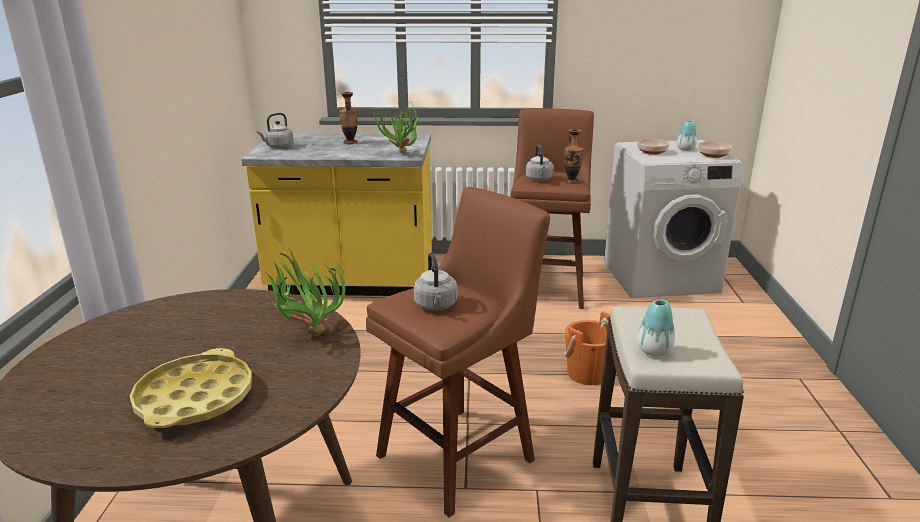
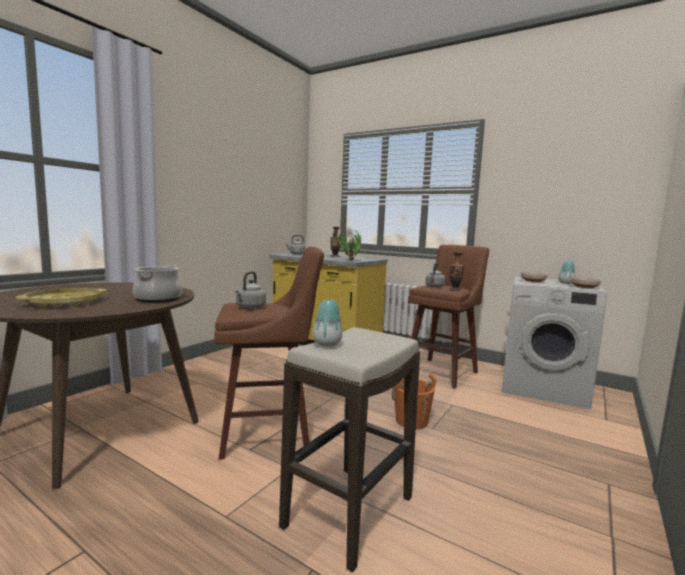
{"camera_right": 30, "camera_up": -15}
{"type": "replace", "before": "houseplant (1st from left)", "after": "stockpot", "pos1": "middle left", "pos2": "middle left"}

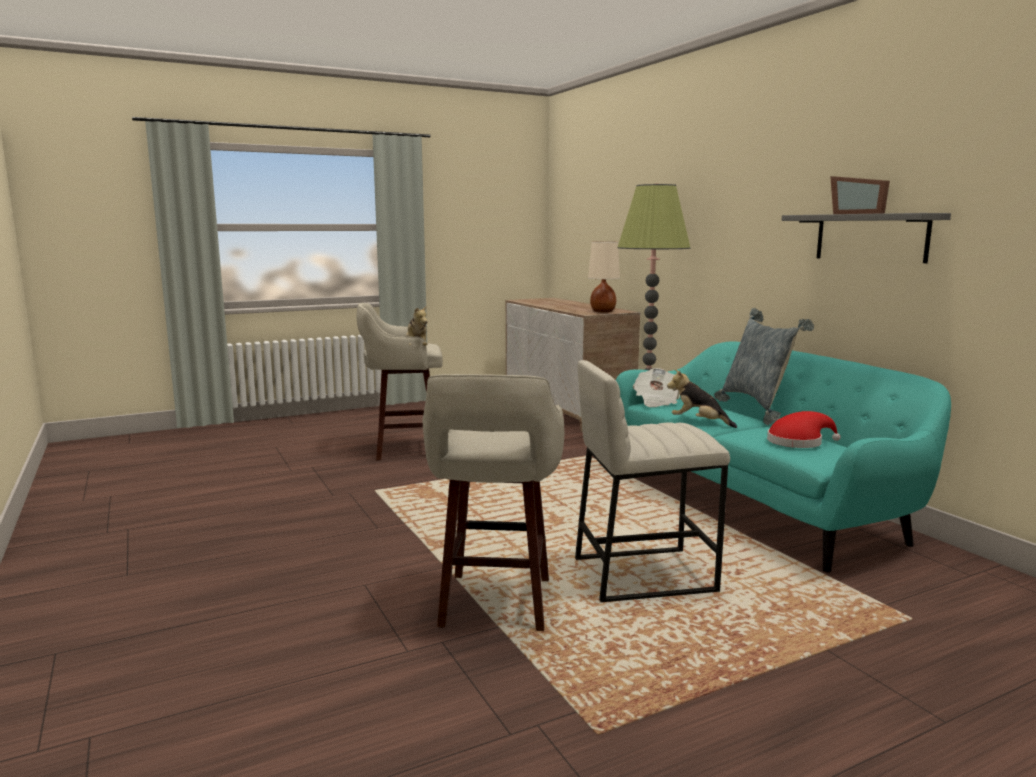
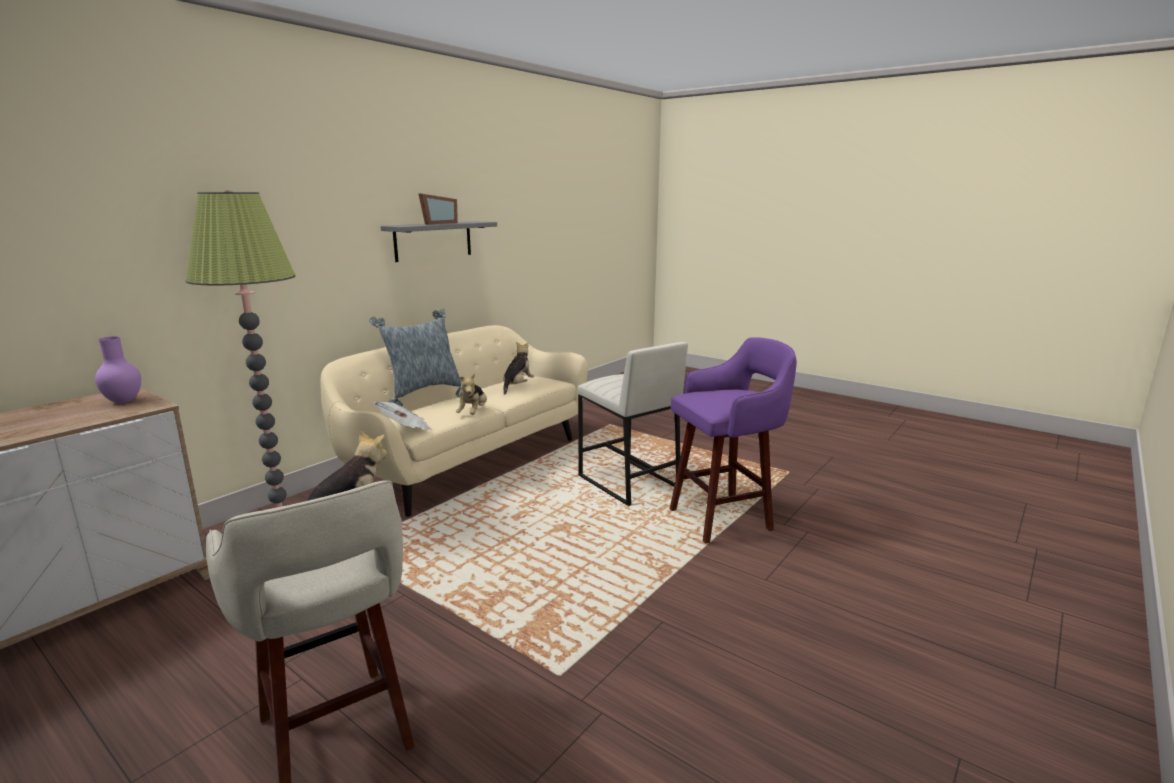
{"camera_right": -115, "camera_up": 5}
{"type": "replace", "before": "table lamp (beige)", "after": "flower vase (purplish)", "pos1": "centre", "pos2": "middle left"}
{"type": "recolor", "before": "settee (blue-green)", "after": "settee (beige)", "pos1": "middle right", "pos2": "centre"}
{"type": "replace", "before": "wearable hat (reddish)", "after": "cuddly toy (3rd from left)", "pos1": "middle right", "pos2": "centre"}
{"type": "recolor", "before": "stool (beige) (2nd from left)", "after": "stool (purplish)", "pos1": "centre", "pos2": "centre"}

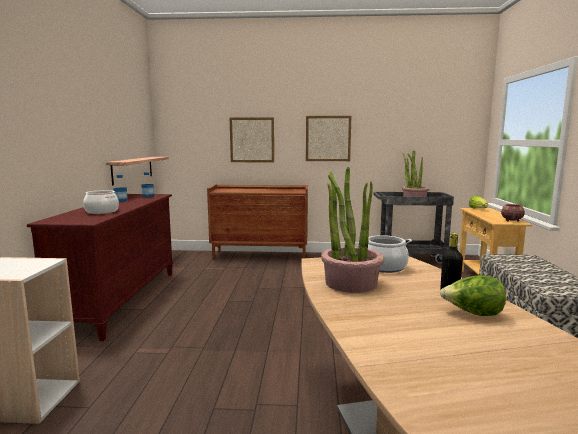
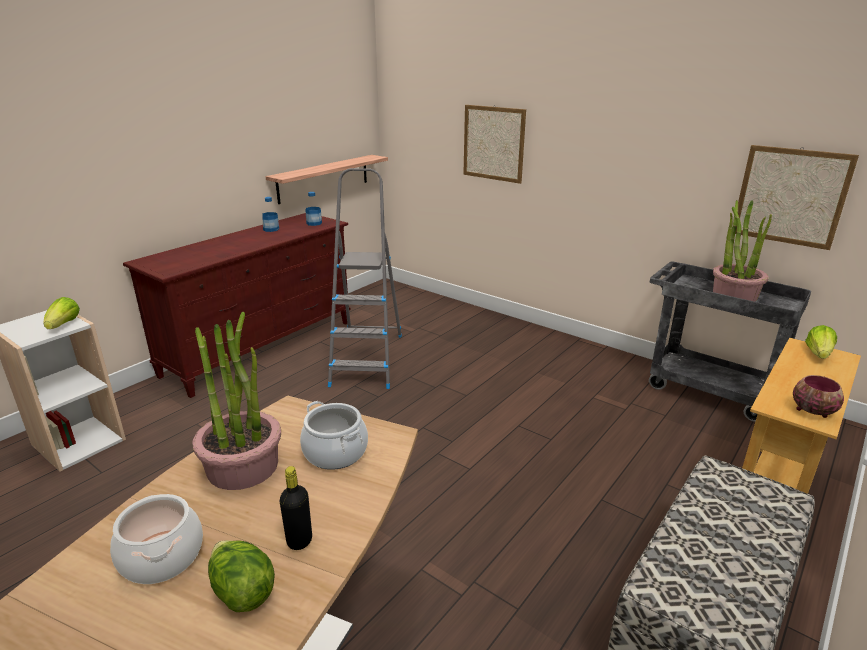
{"camera_right": 35, "camera_up": 15}
{"type": "insert", "after": "lettuce head (1st from left)", "pos2": "middle left"}
{"type": "move", "before": "stockpot (1st from left)", "pos1": "middle left", "pos2": "bottom left"}
{"type": "insert", "after": "step stool (greyish)", "pos2": "centre"}
{"type": "move", "before": "wall art (2nd from left)", "pos1": "top centre", "pos2": "top right"}
{"type": "delete", "before": "cabinet (brown)", "pos1": "centre"}

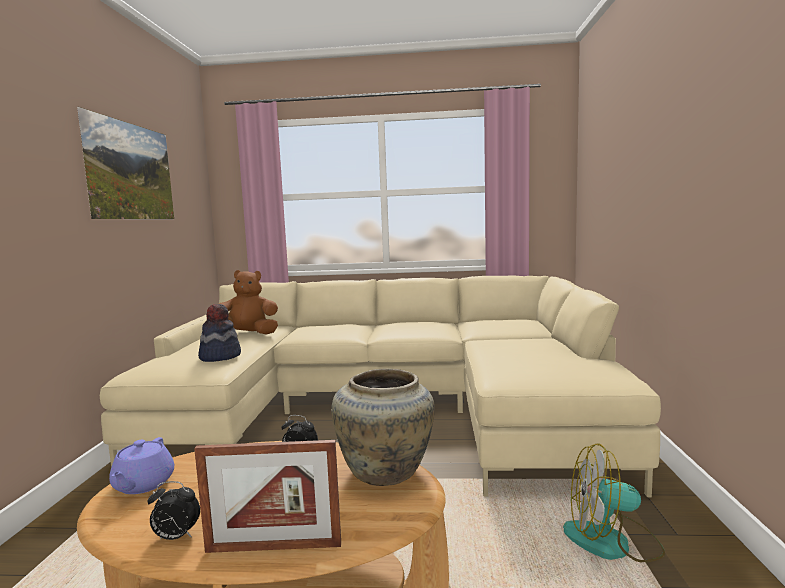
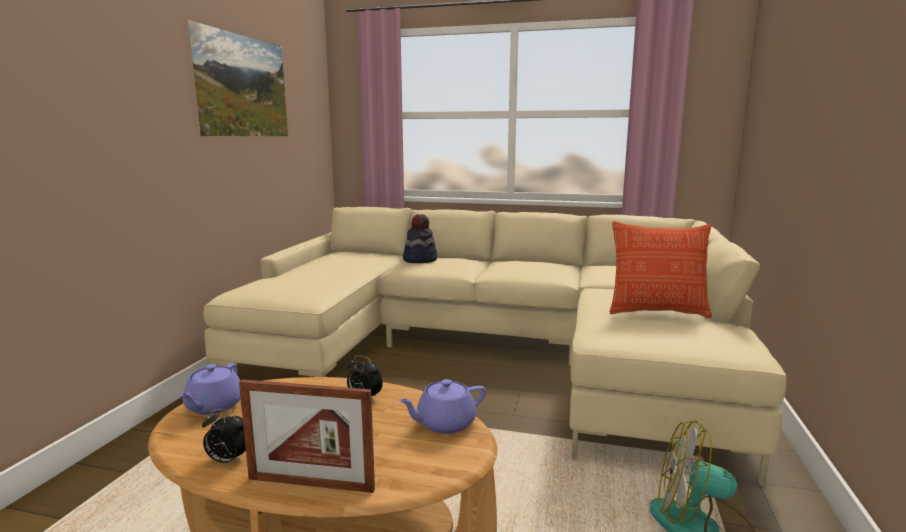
{"camera_right": 10, "camera_up": 5}
{"type": "replace", "before": "flower vase (beige)", "after": "pot for tea (purplish) (2nd from left)", "pos1": "bottom centre", "pos2": "bottom centre"}
{"type": "move", "before": "wearable hat", "pos1": "middle left", "pos2": "centre"}
{"type": "insert", "after": "pillow (orange-coloured)", "pos2": "middle right"}
{"type": "delete", "before": "cuddly toy (brown)", "pos1": "middle left"}

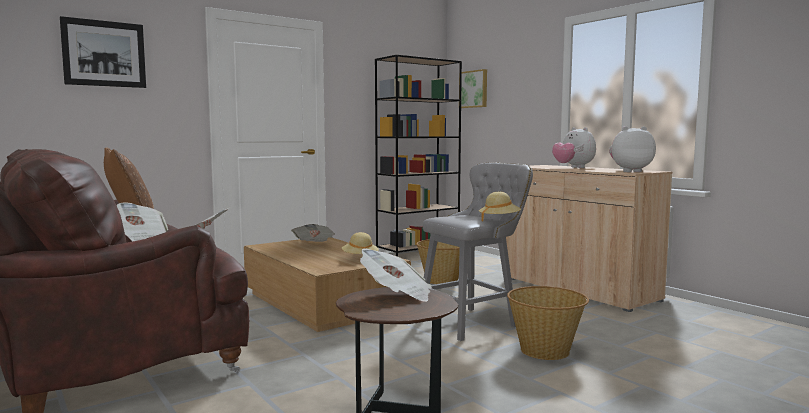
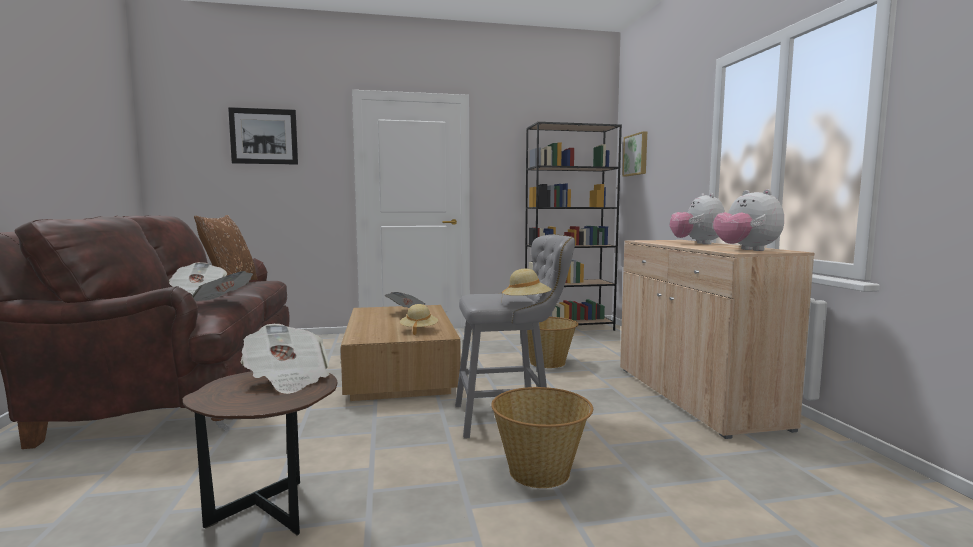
{"camera_right": 25, "camera_up": 0}
{"type": "rotate", "before": "cuddly toy (2nd from left)", "pos1": "middle right", "pos2": "middle right", "turn": -135}

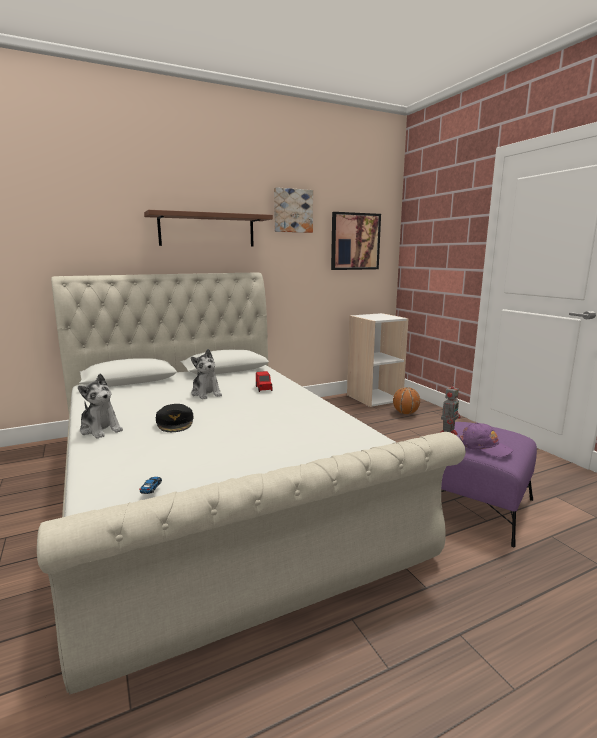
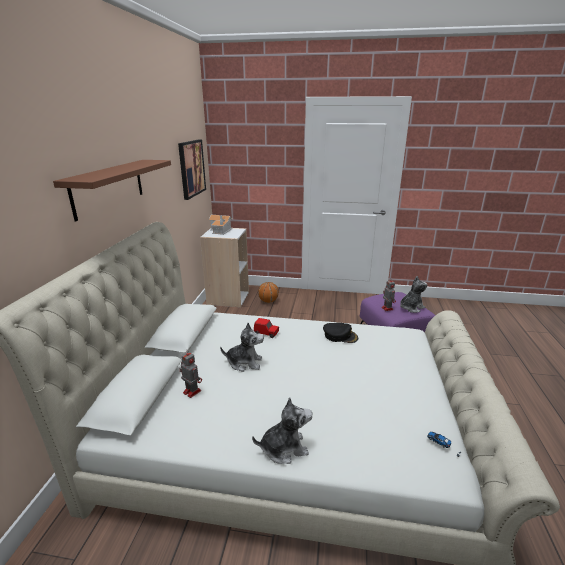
{"camera_right": -55, "camera_up": 10}
{"type": "insert", "after": "toy robot (1st from left)", "pos2": "centre"}
{"type": "insert", "after": "model house", "pos2": "centre"}
{"type": "move", "before": "cap (black)", "pos1": "middle left", "pos2": "centre"}
{"type": "replace", "before": "cap (purplish)", "after": "cuddly toy (3rd from left)", "pos1": "middle right", "pos2": "middle right"}
{"type": "delete", "before": "wall art (1st from left)", "pos1": "top centre"}

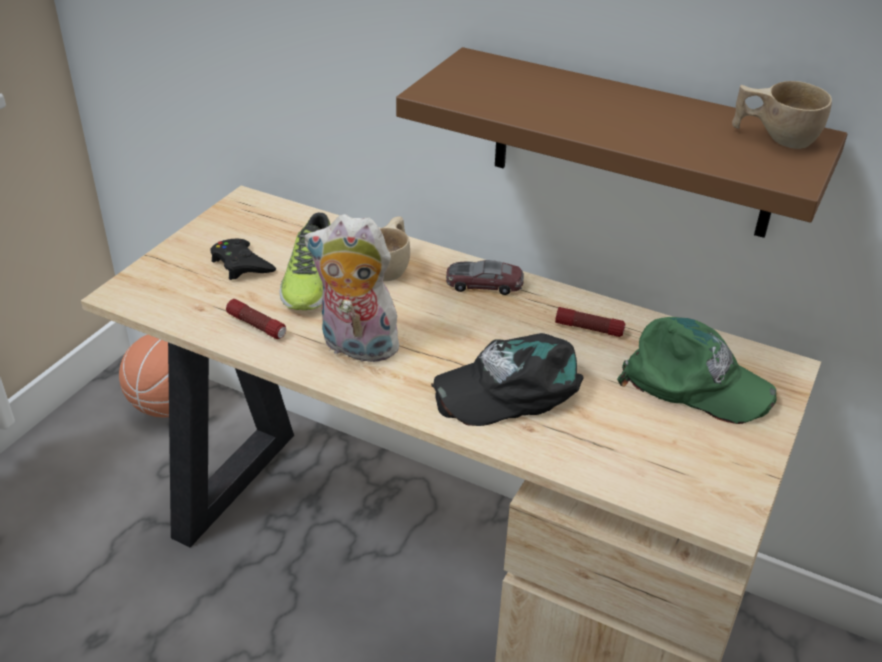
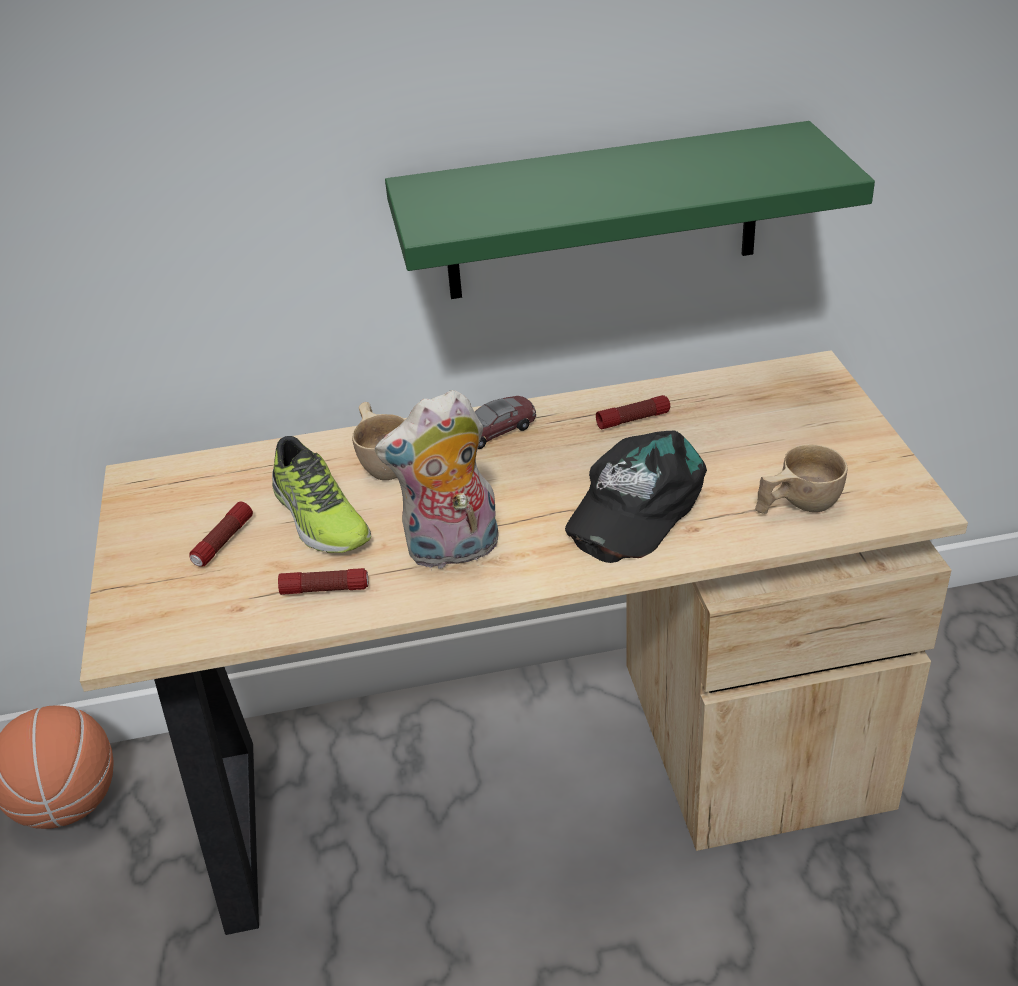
{"camera_right": -35, "camera_up": 0}
{"type": "replace", "before": "gamepad (black)", "after": "hand torch (1st from left)", "pos1": "middle left", "pos2": "middle left"}
{"type": "recolor", "before": "shelf (brown)", "after": "shelf (green-coloured)", "pos1": "top right", "pos2": "top centre"}
{"type": "move", "before": "drinking cup (beige) (2nd from left)", "pos1": "top right", "pos2": "middle right"}
{"type": "delete", "before": "cap (green-coloured)", "pos1": "middle right"}

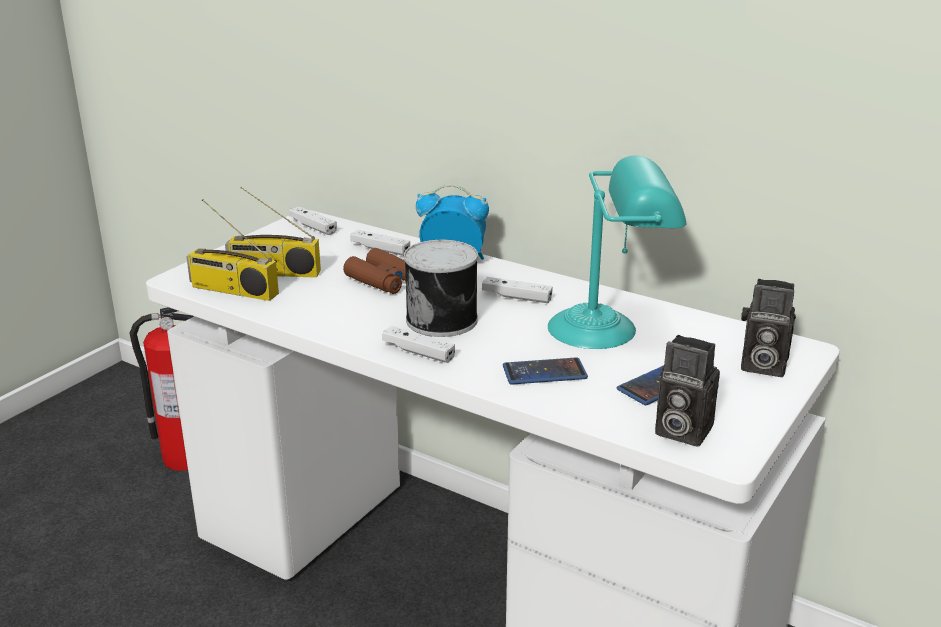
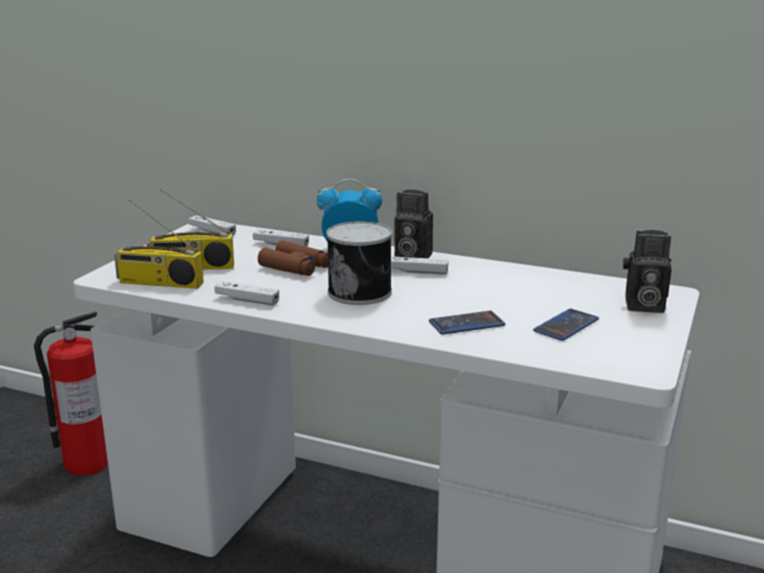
{"camera_right": -10, "camera_up": -5}
{"type": "move", "before": "gamepad (white) (3rd from left in the first image)", "after": "gamepad (white) (2nd from left)", "pos1": "centre", "pos2": "middle left"}
{"type": "move", "before": "still camera (1st from left)", "pos1": "middle right", "pos2": "centre"}
{"type": "delete", "before": "table lamp (blue-green)", "pos1": "centre"}

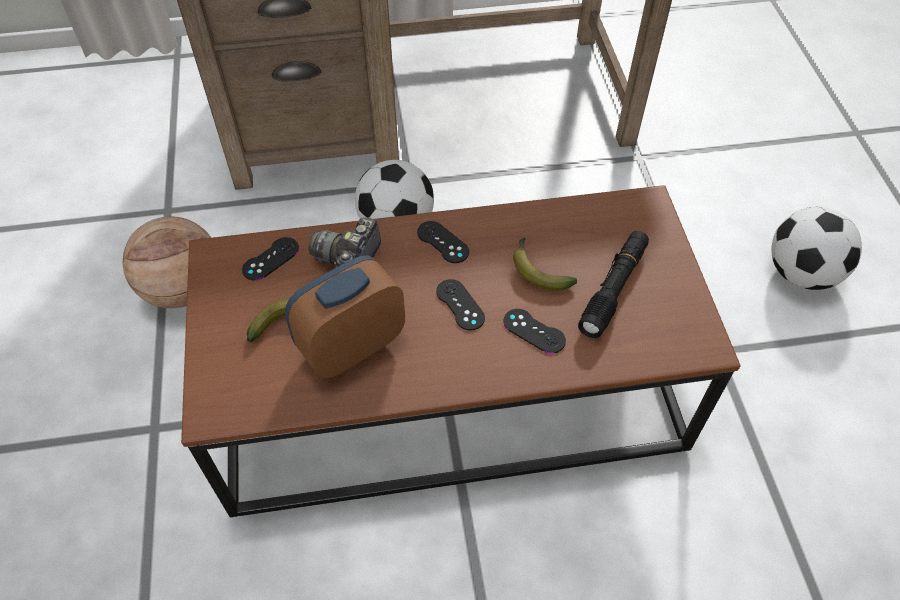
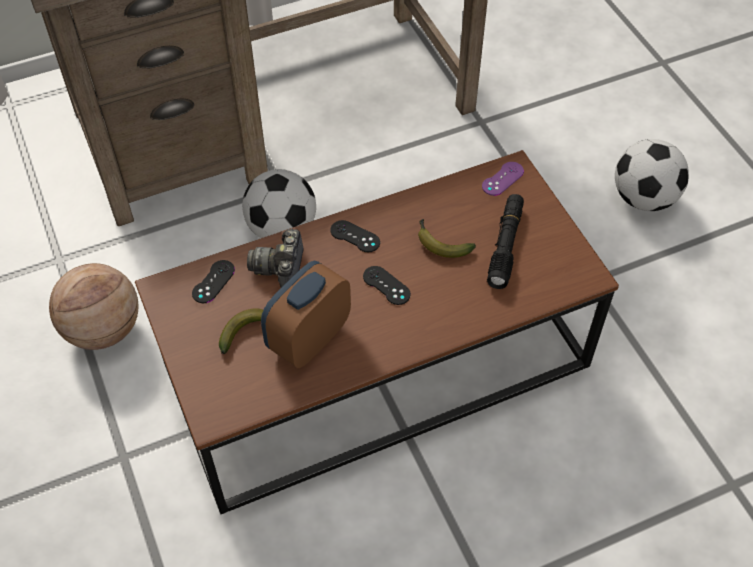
{"camera_right": -15, "camera_up": 0}
{"type": "insert", "after": "gamepad (purplish)", "pos2": "top right"}
{"type": "delete", "before": "gamepad (black) (4th from left)", "pos1": "centre"}

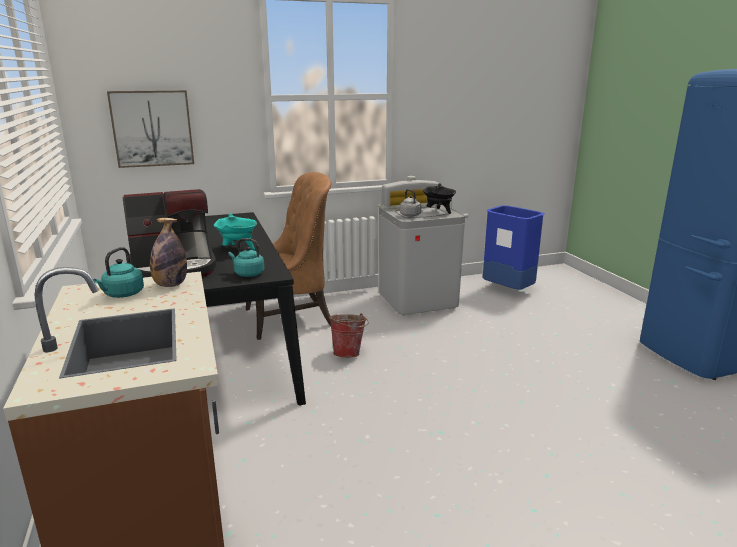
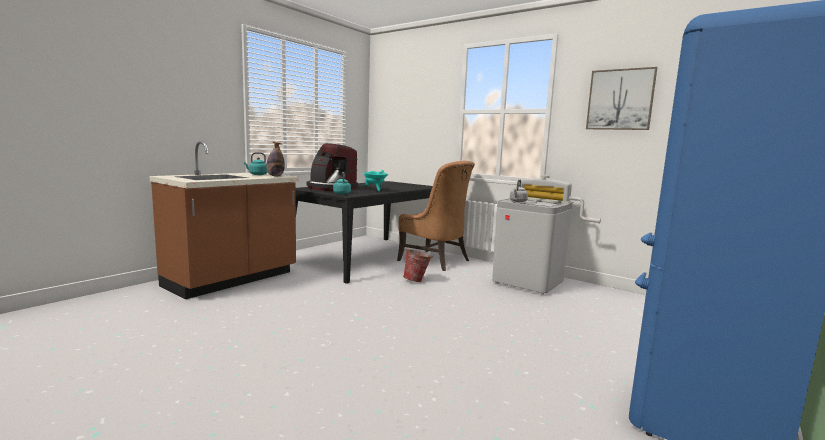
{"camera_right": 55, "camera_up": -10}
{"type": "move", "before": "wall art", "pos1": "top left", "pos2": "top right"}
{"type": "delete", "before": "stockpot (black)", "pos1": "centre"}
{"type": "delete", "before": "trash can (blue)", "pos1": "middle right"}

